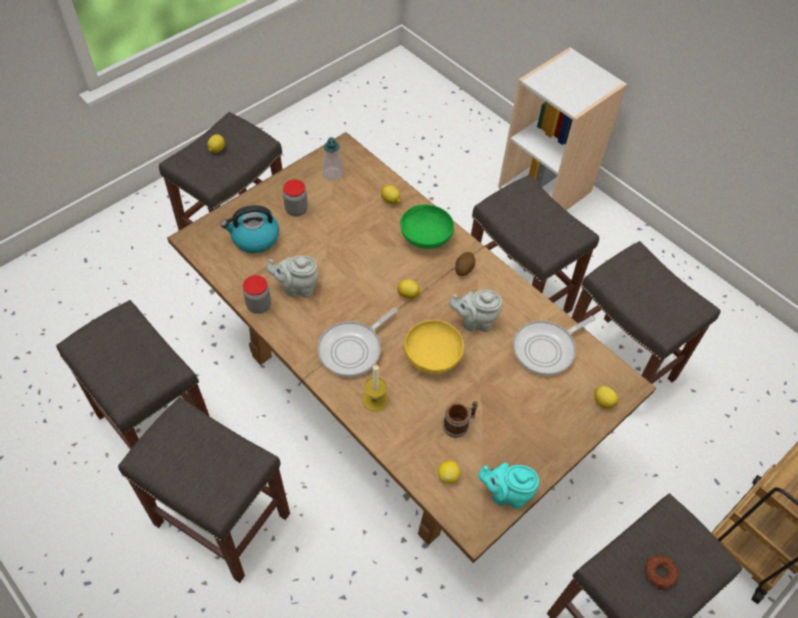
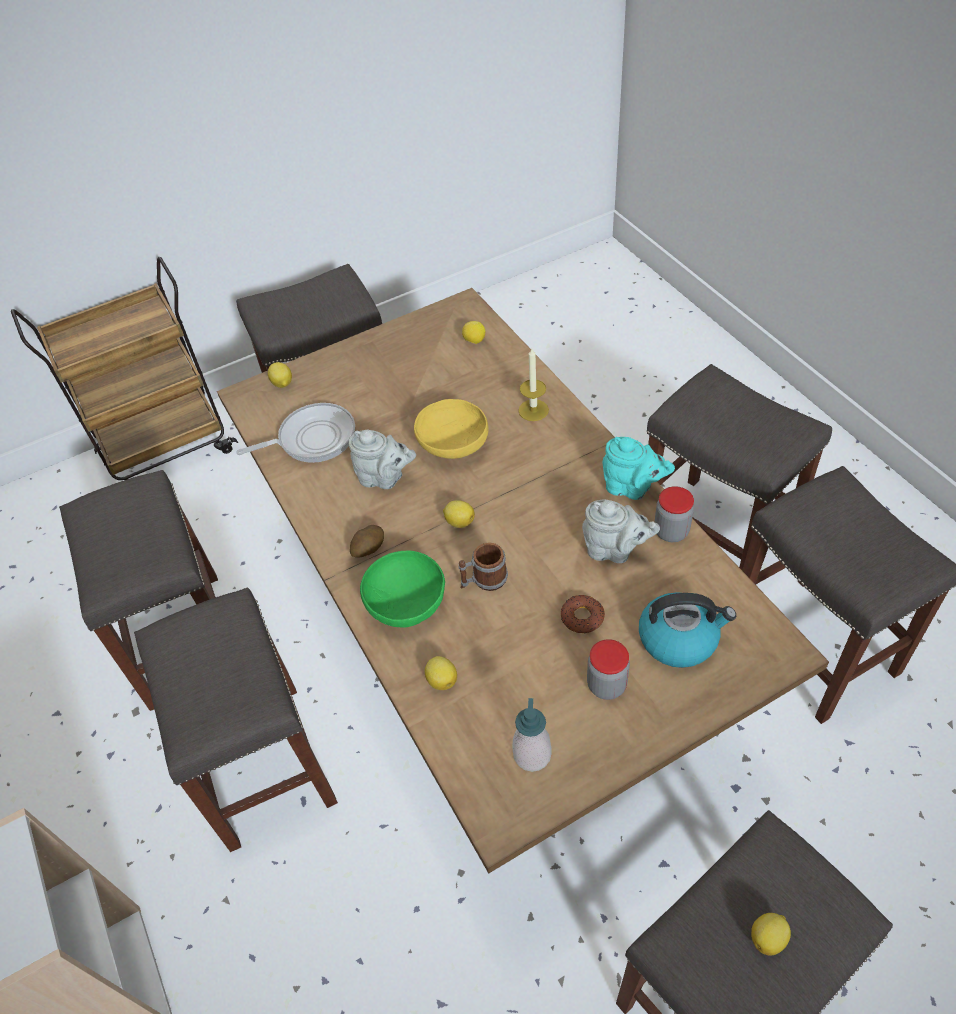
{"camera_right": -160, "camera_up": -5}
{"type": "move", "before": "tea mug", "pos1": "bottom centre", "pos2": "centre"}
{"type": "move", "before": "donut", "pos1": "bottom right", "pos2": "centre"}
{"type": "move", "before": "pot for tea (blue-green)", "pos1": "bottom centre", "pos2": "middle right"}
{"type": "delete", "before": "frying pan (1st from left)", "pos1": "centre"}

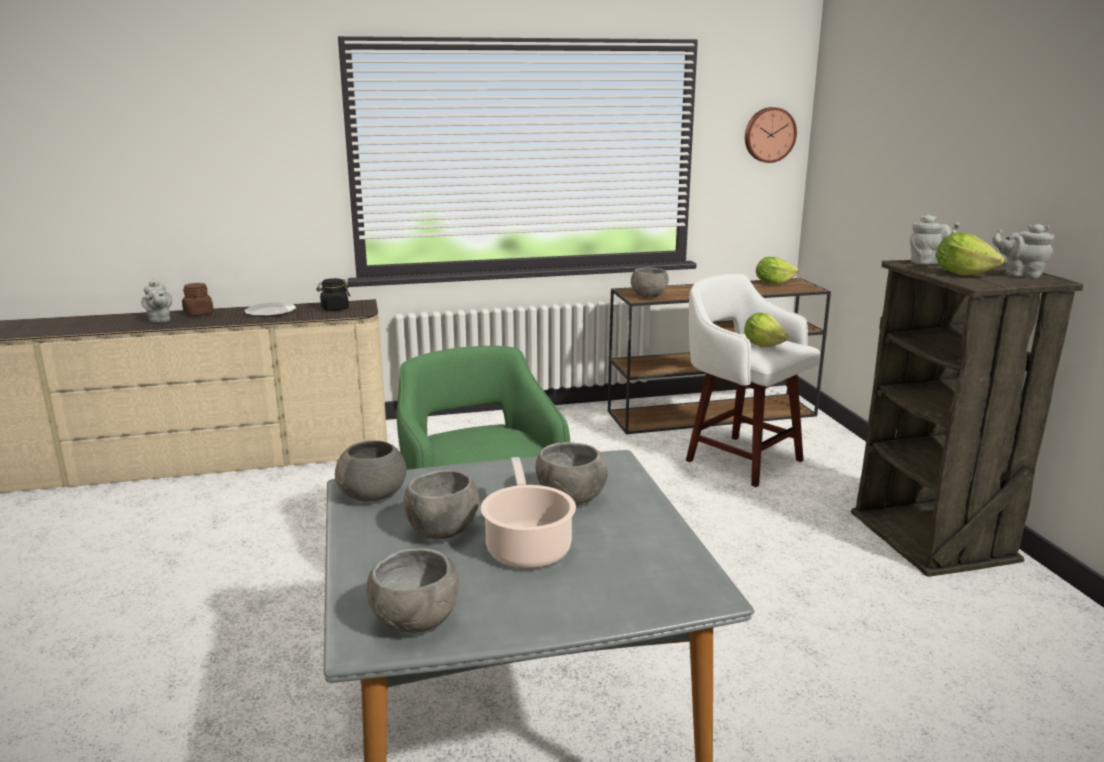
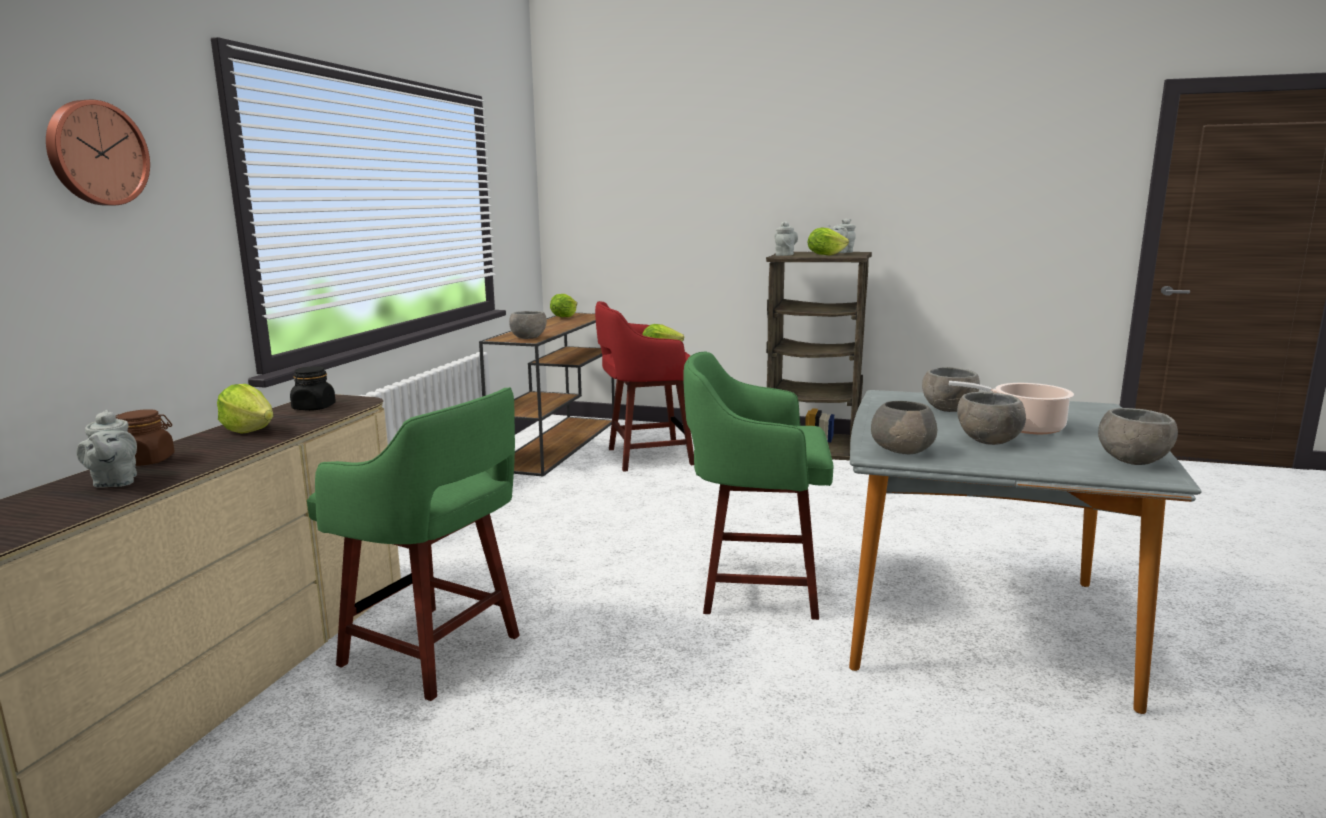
{"camera_right": -60, "camera_up": -5}
{"type": "move", "before": "wall clock", "pos1": "top right", "pos2": "top left"}
{"type": "rotate", "before": "pot for tea (greyish) (1st from left)", "pos1": "middle left", "pos2": "middle left", "turn": 60}
{"type": "replace", "before": "flat dish", "after": "lettuce head (1st from left)", "pos1": "middle left", "pos2": "middle left"}
{"type": "insert", "after": "stool (green-coloured) (1st from left)", "pos2": "middle left"}
{"type": "recolor", "before": "stool (white)", "after": "stool (reddish)", "pos1": "middle right", "pos2": "centre"}

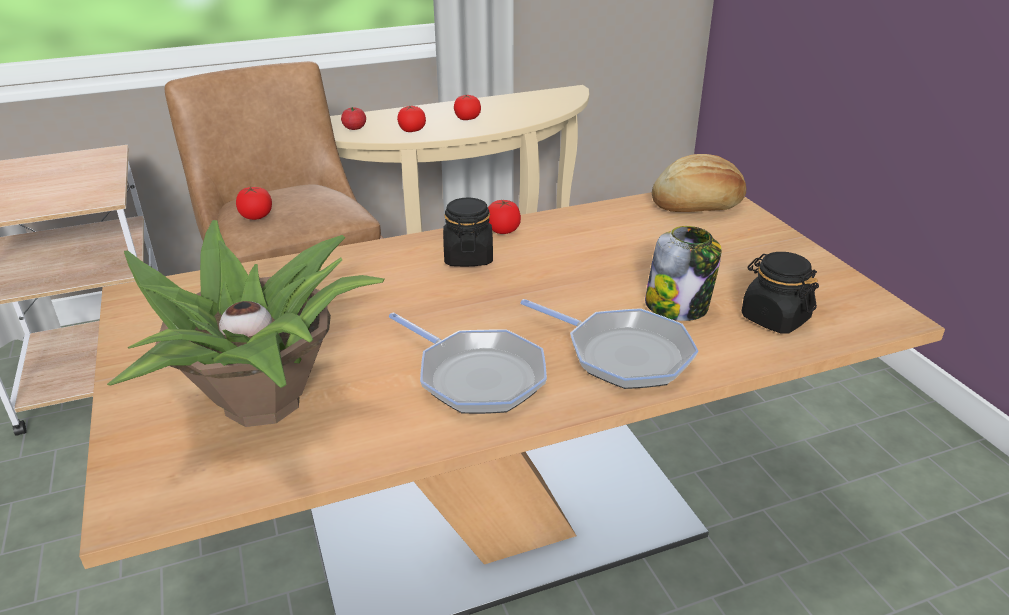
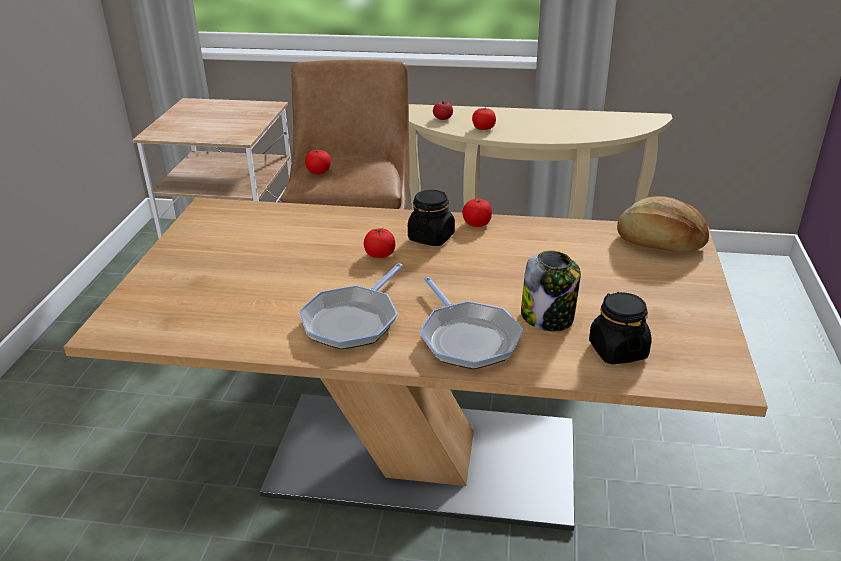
{"camera_right": 30, "camera_up": 0}
{"type": "rotate", "before": "frying pan (1st from left)", "pos1": "centre", "pos2": "centre", "turn": 45}
{"type": "move", "before": "whole tomato (4th from left in the first image)", "after": "whole tomato (2nd from left)", "pos1": "top centre", "pos2": "centre"}
{"type": "delete", "before": "houseplant", "pos1": "middle left"}

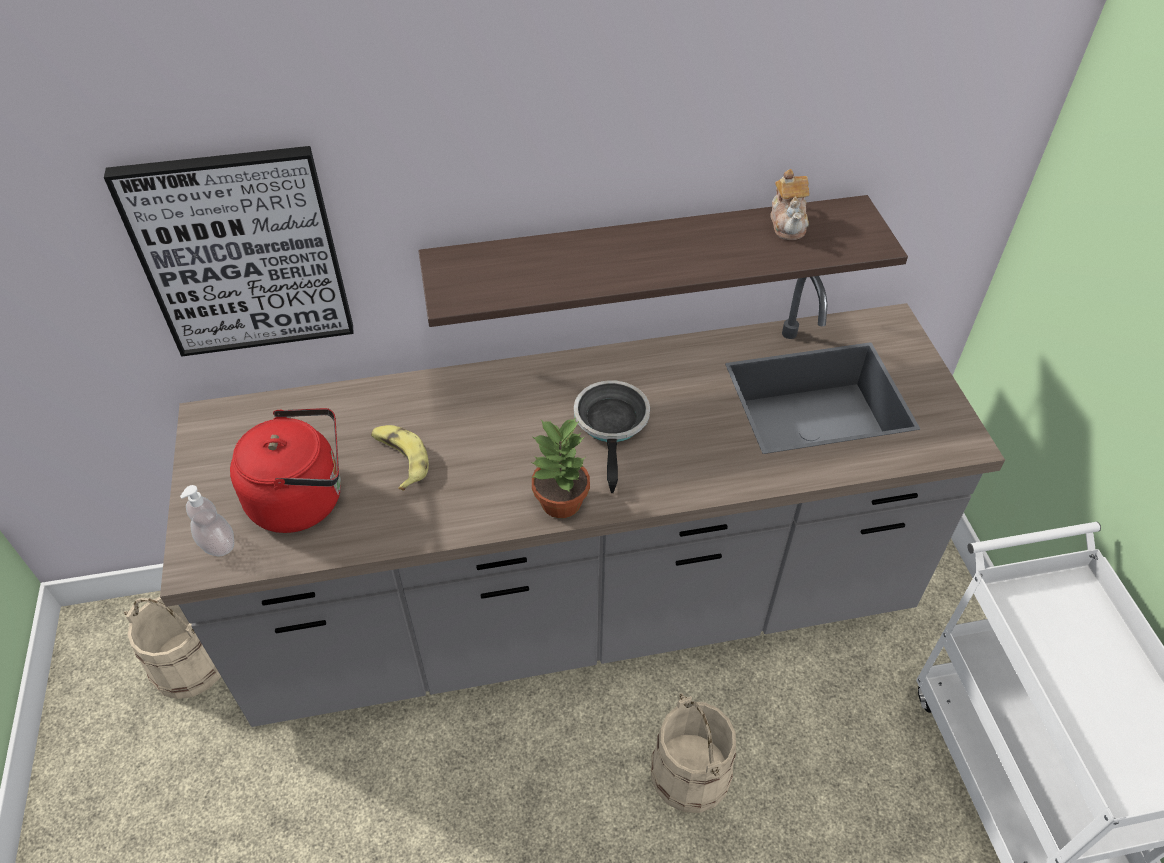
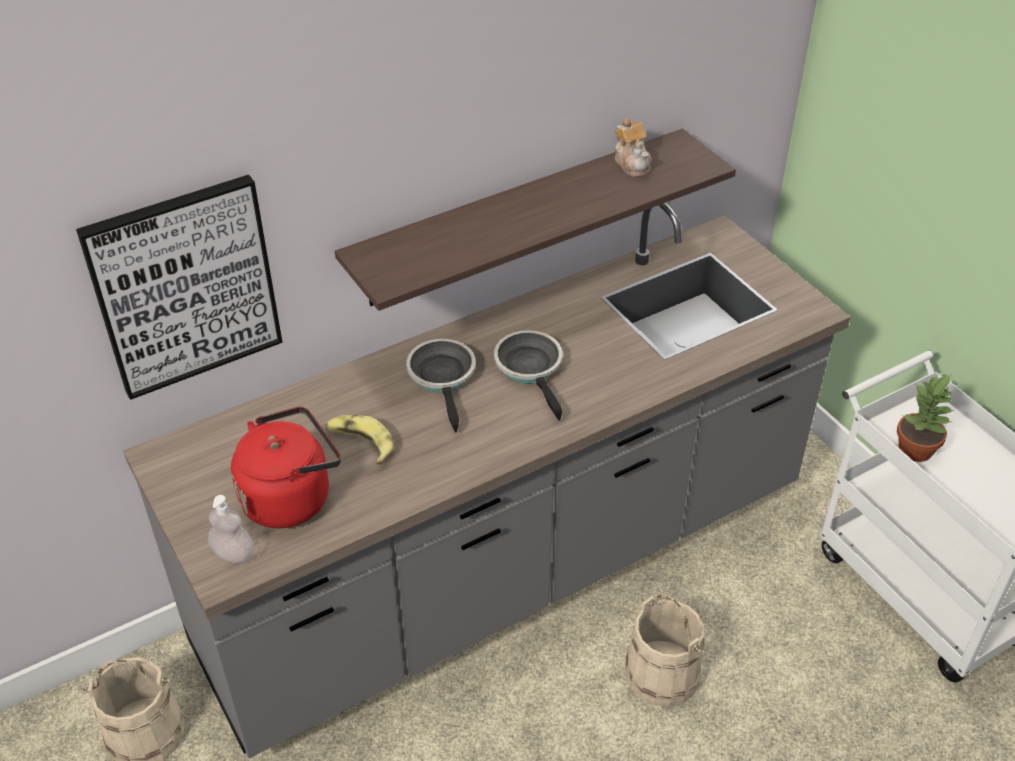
{"camera_right": -20, "camera_up": -5}
{"type": "insert", "after": "frying pan (1st from left)", "pos2": "centre"}
{"type": "move", "before": "houseplant", "pos1": "centre", "pos2": "middle right"}

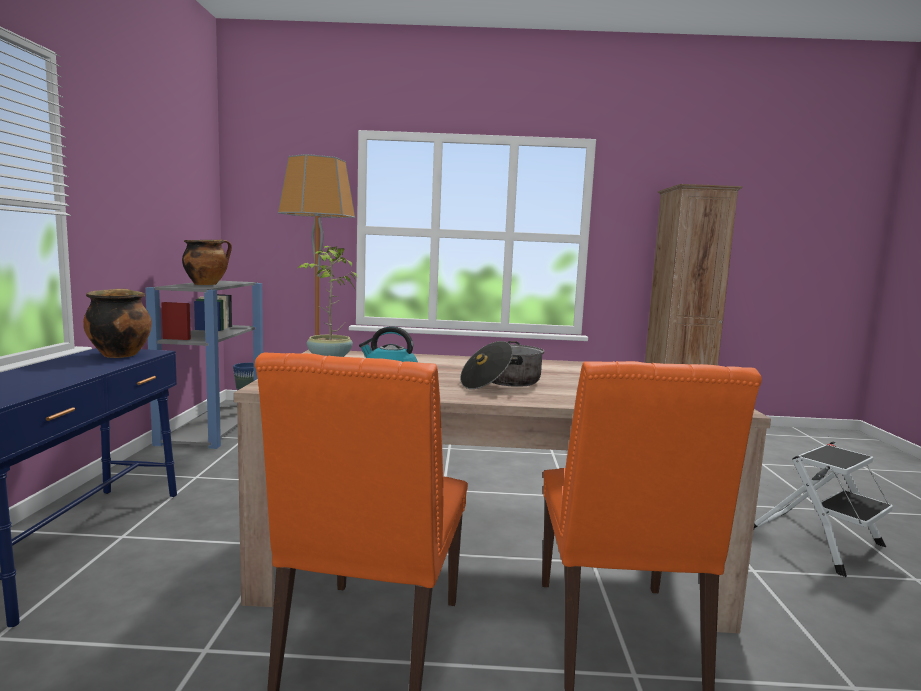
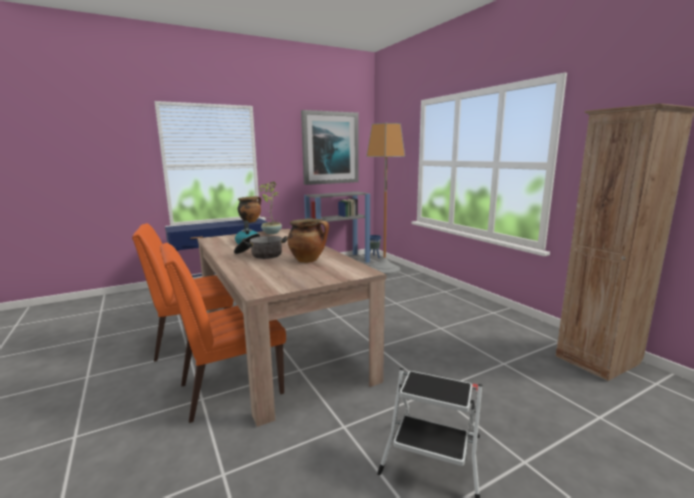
{"camera_right": 60, "camera_up": 5}
{"type": "move", "before": "stockpot (2nd from left in the first image)", "after": "stockpot (3rd from left)", "pos1": "middle left", "pos2": "centre"}
{"type": "insert", "after": "wall art", "pos2": "top centre"}

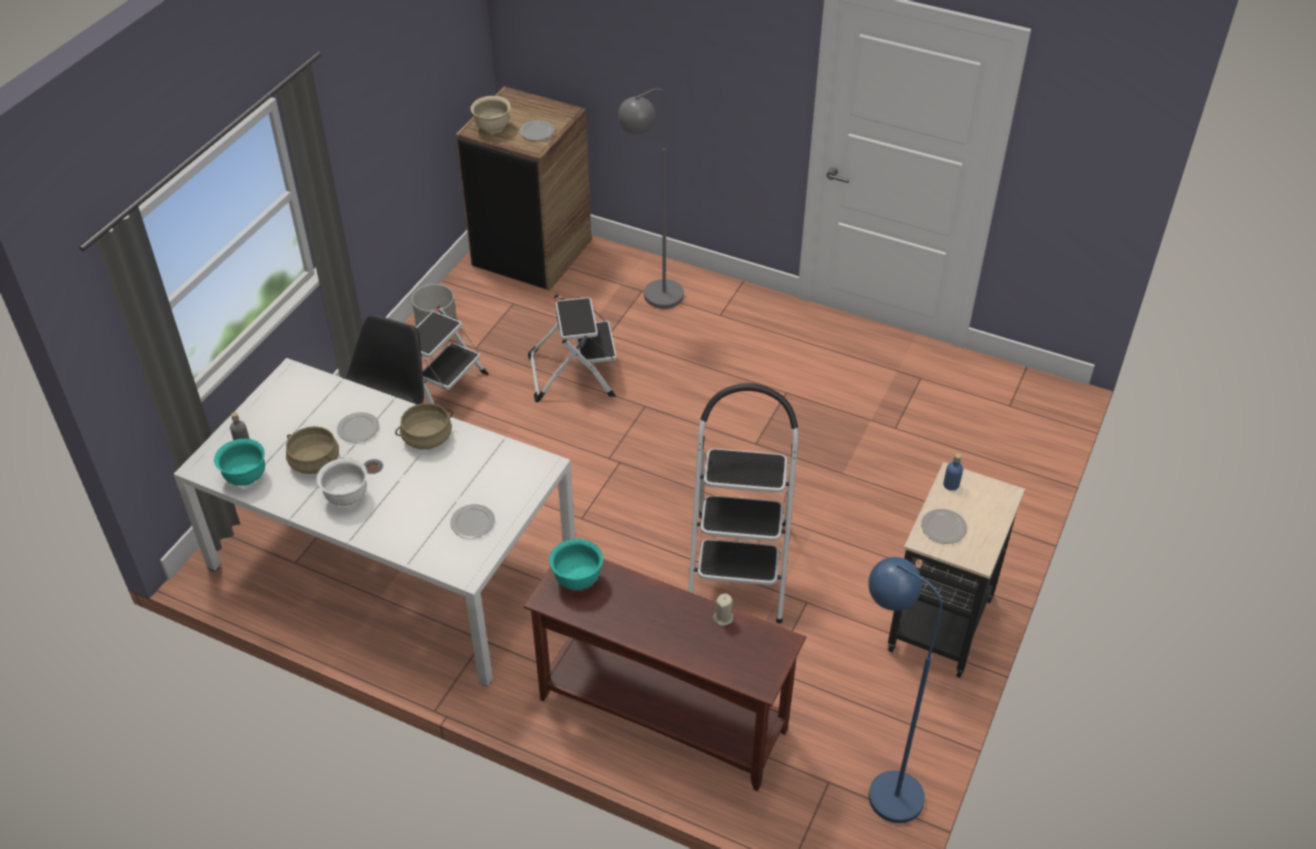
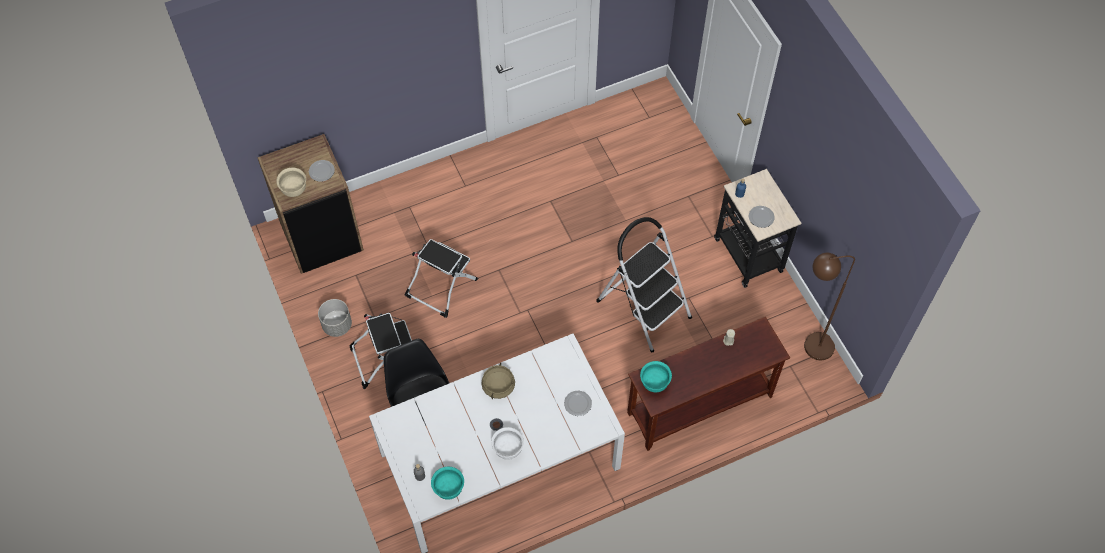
{"camera_right": -50, "camera_up": 15}
{"type": "recolor", "before": "standing lamp (blue)", "after": "standing lamp (brown)", "pos1": "bottom right", "pos2": "middle right"}
{"type": "delete", "before": "stockpot (beige) (1st from left)", "pos1": "middle left"}
{"type": "delete", "before": "flat dish (1st from left)", "pos1": "middle left"}
{"type": "delete", "before": "standing lamp (greyish)", "pos1": "top centre"}

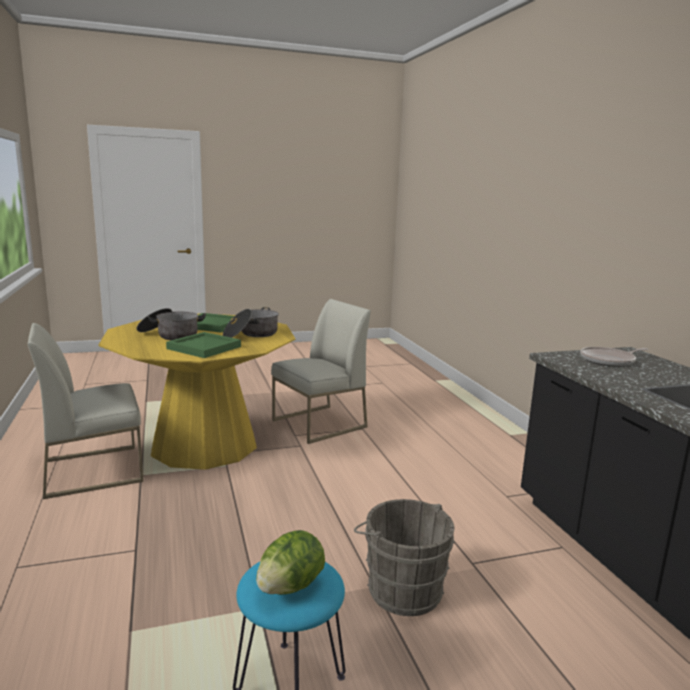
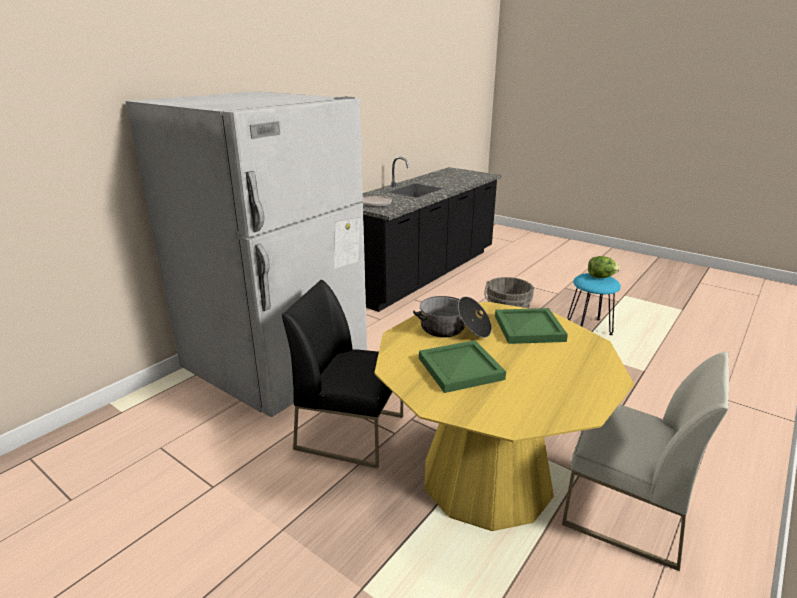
{"camera_right": -125, "camera_up": 10}
{"type": "insert", "after": "kitchen fridge (white)", "pos2": "middle left"}
{"type": "recolor", "before": "chair (white) (2nd from left)", "after": "chair (black)", "pos1": "centre", "pos2": "centre"}
{"type": "delete", "before": "stockpot (1st from left)", "pos1": "middle left"}

